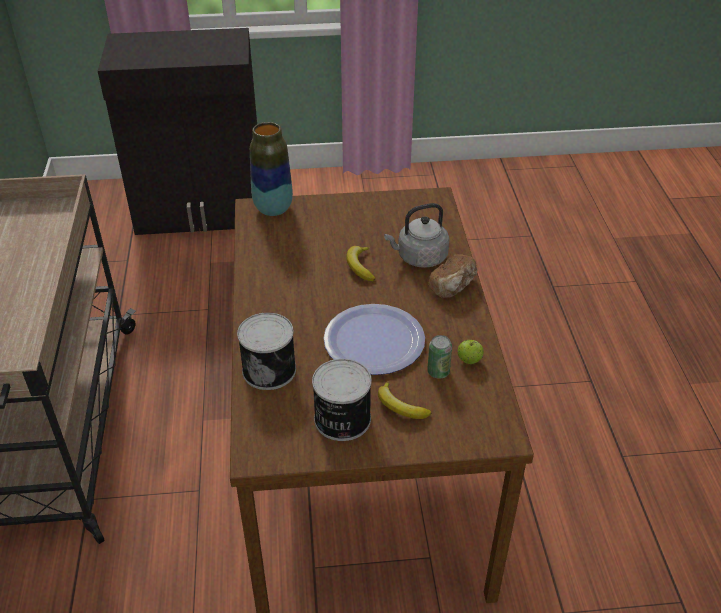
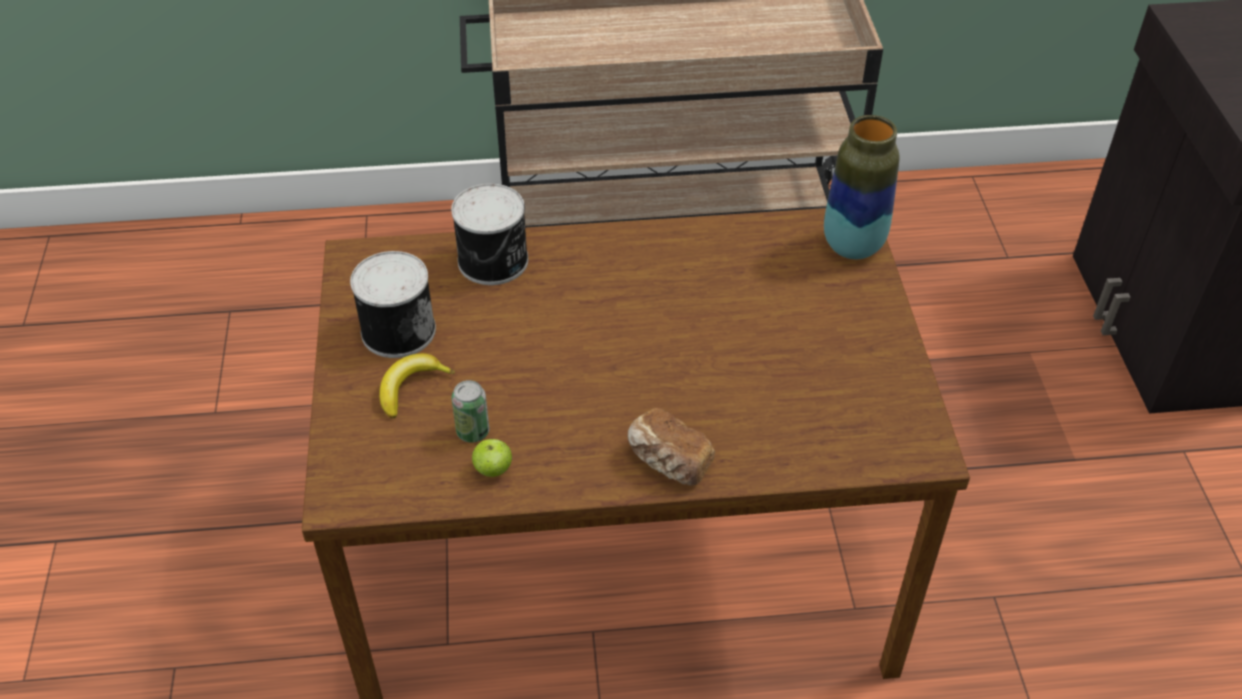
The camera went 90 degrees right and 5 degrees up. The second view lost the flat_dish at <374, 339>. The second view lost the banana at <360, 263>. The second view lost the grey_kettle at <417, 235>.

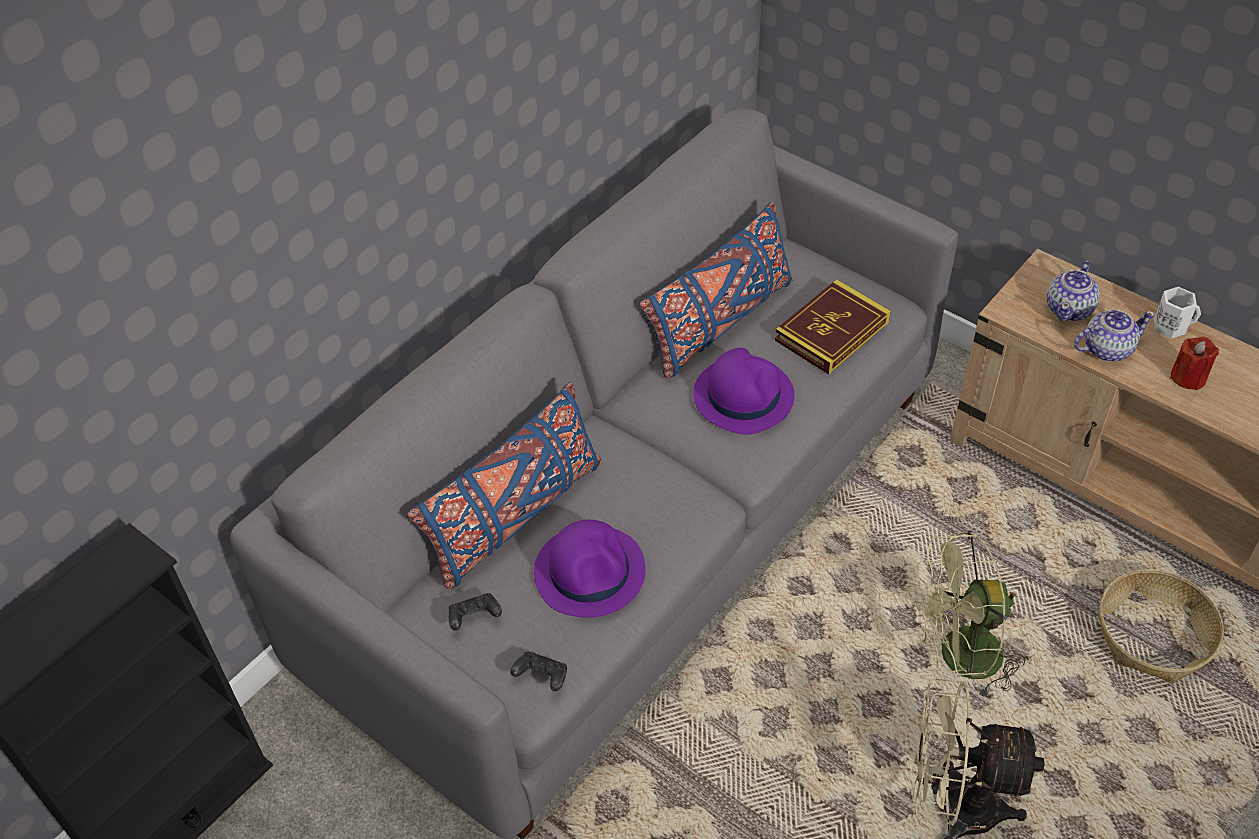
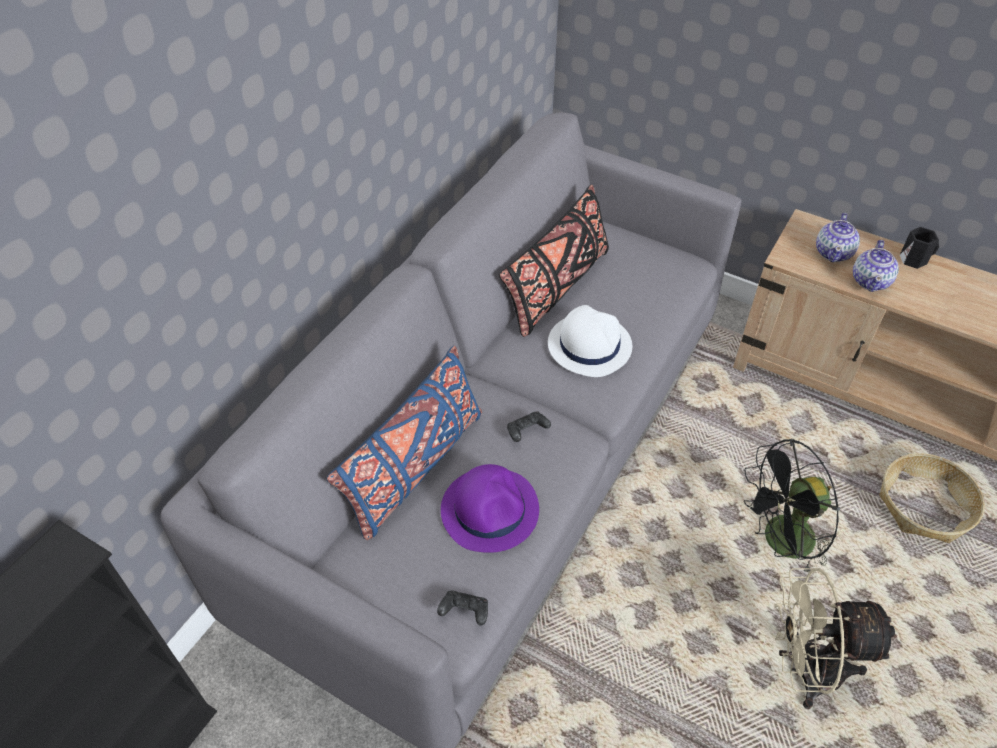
The camera went 10 degrees left and 0 degrees up. What was the blue_cushion at <716, 290> turned into the black-coloured_cushion at <554, 261>. The black-coloured_joypad ended up elsewhere, having gone from <475, 612> to <529, 426>. What was the purple-coloured_wearable_hat at <744, 391> turned into the white-coloured_wearable_hat at <590, 341>. What was the greenish_fan at <969, 615> turned into the black-coloured_fan at <792, 507>. The teapot at <1114, 335> ended up facing another way, 135 degrees clockwise from before. What was the white-coloured_tea_mug at <1177, 313> turned into the black-coloured_tea_mug at <919, 248>. The second view lost the bound_book at <833, 327>. The second view lost the red-coloured_wax_candle at <1194, 363>.

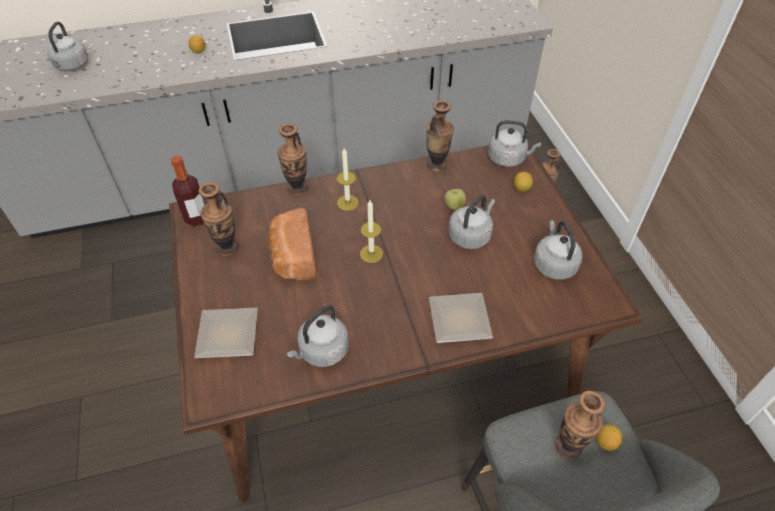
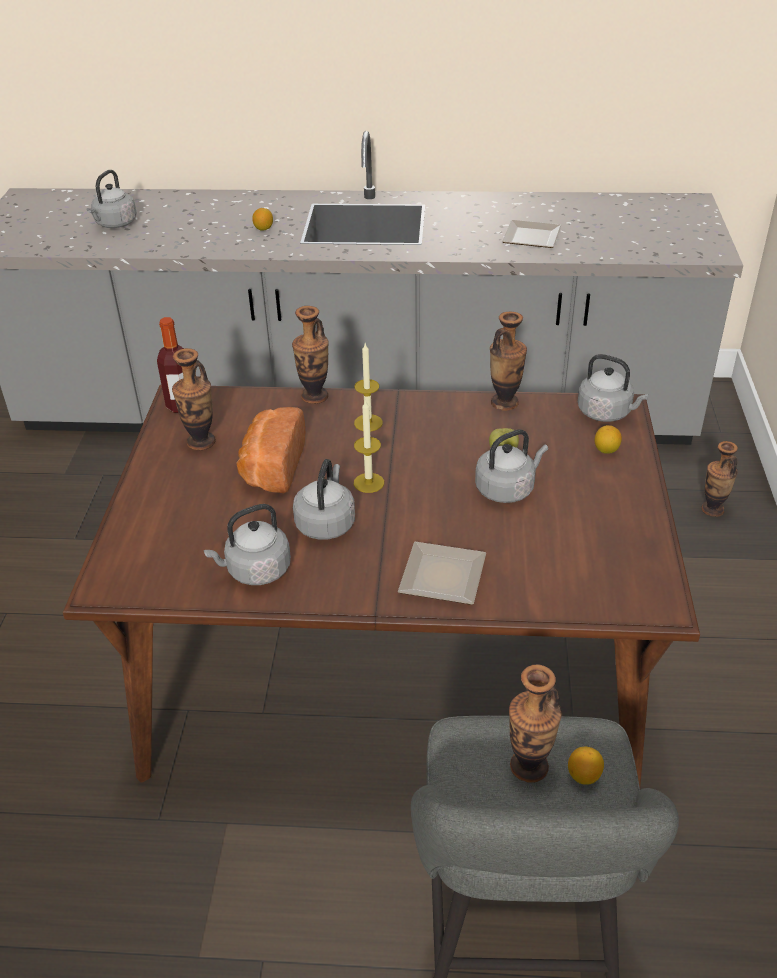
The camera went 20 degrees right and 10 degrees down. The grey_kettle ended up elsewhere, having gone from <558, 250> to <324, 499>. The flat_dish ended up elsewhere, having gone from <226, 333> to <531, 234>.

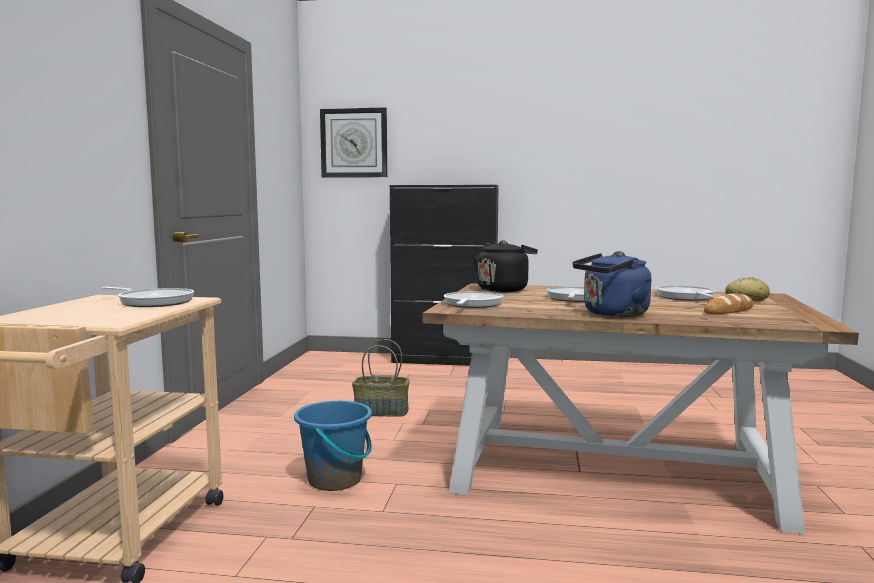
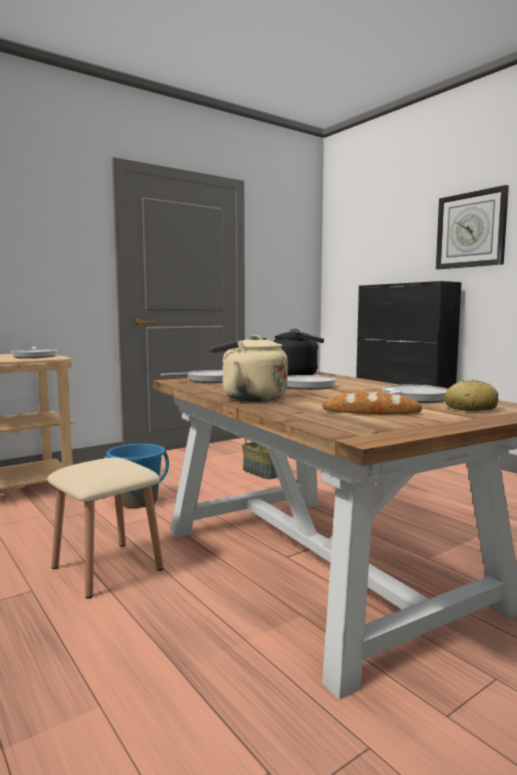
The camera went 45 degrees right and 0 degrees up. The second view gained the beige-coloured_sitting_stool at <105, 528>. What was the blue_kettle at <611, 284> turned into the beige-coloured_kettle at <249, 368>. The hanging_clock ended up elsewhere, having gone from <354, 143> to <472, 227>.

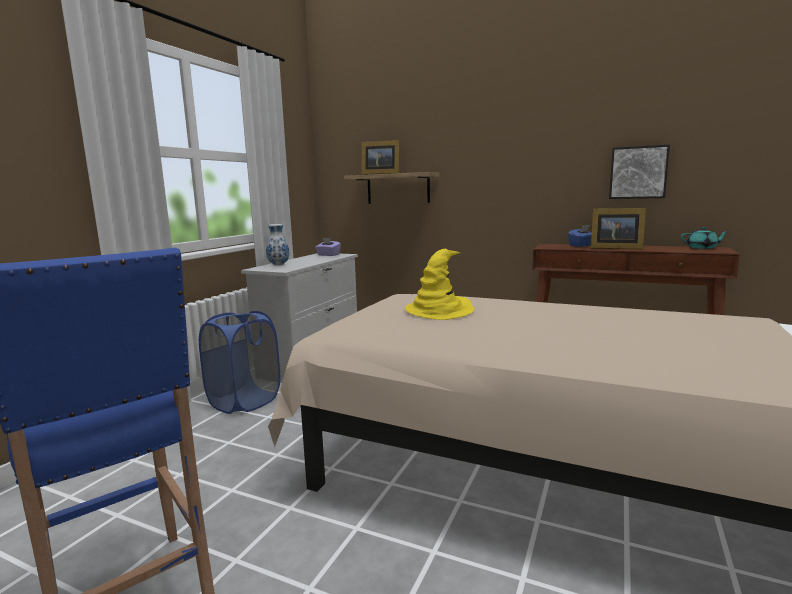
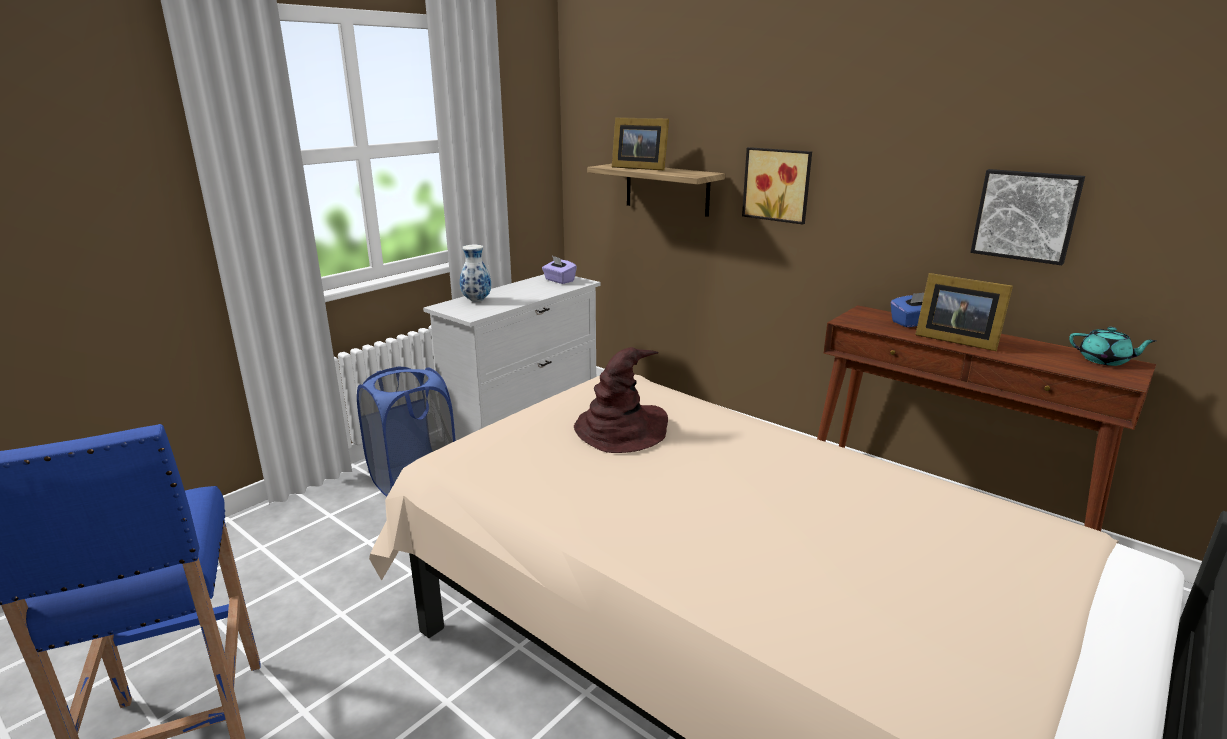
The camera went 15 degrees right and 10 degrees up. What was the yellow_wearable_hat at <439, 284> turned into the brown-coloured_wearable_hat at <621, 400>. The second view gained the picture at <777, 186>.

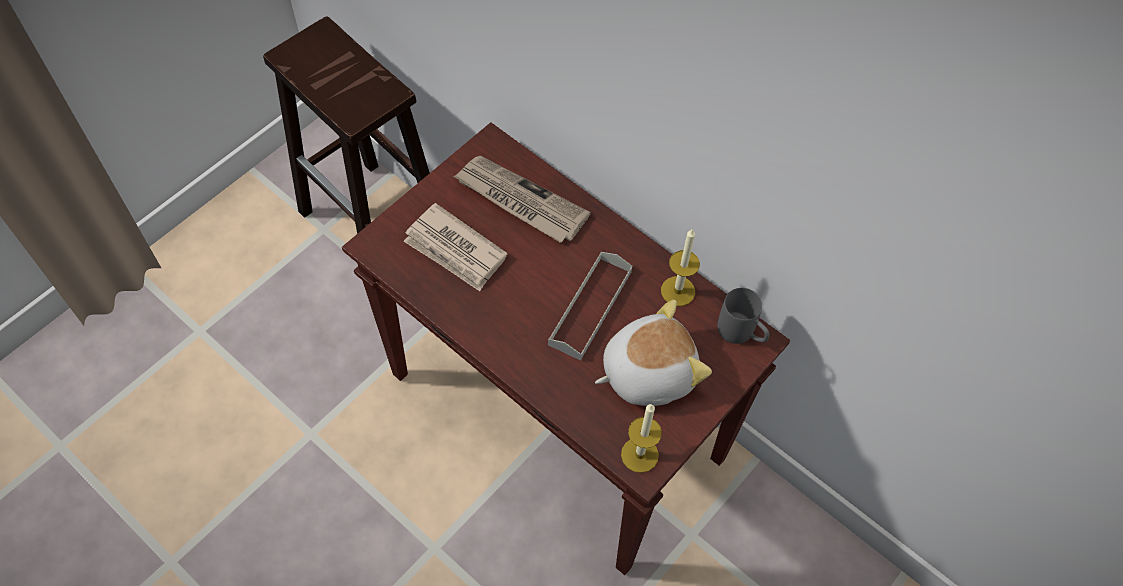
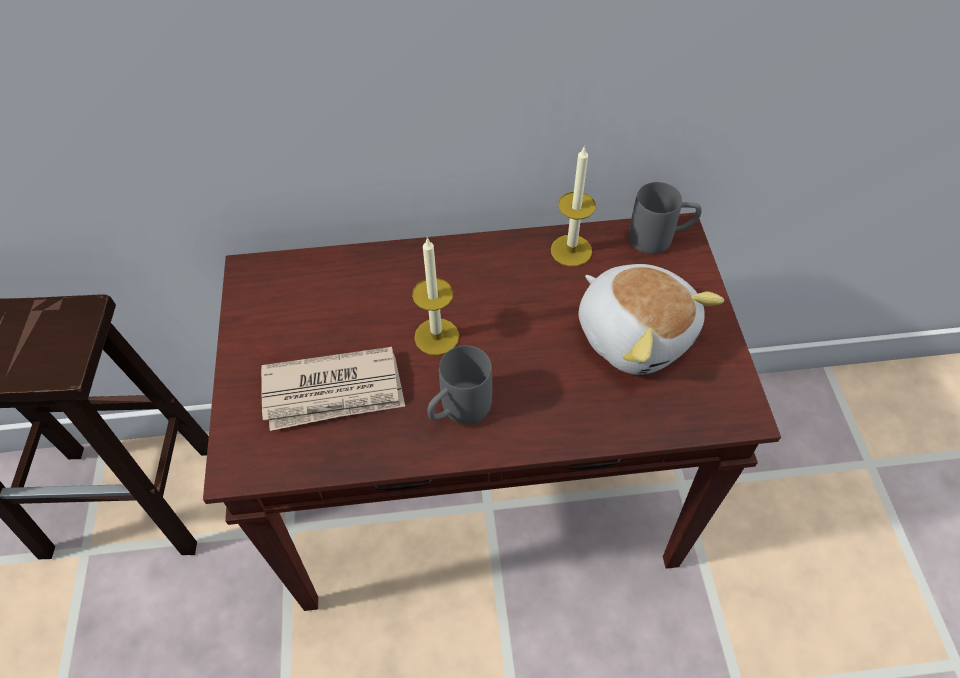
The camera went 45 degrees left and 5 degrees down. The wax_candle ended up elsewhere, having gone from <641, 438> to <435, 296>. The second view gained the grey_tea_mug at <459, 384>. The cuddly_toy at <653, 353> ended up facing another way, 120 degrees clockwise from before. The second view lost the newspaper at <522, 199>. The second view lost the grey_tray at <590, 306>.

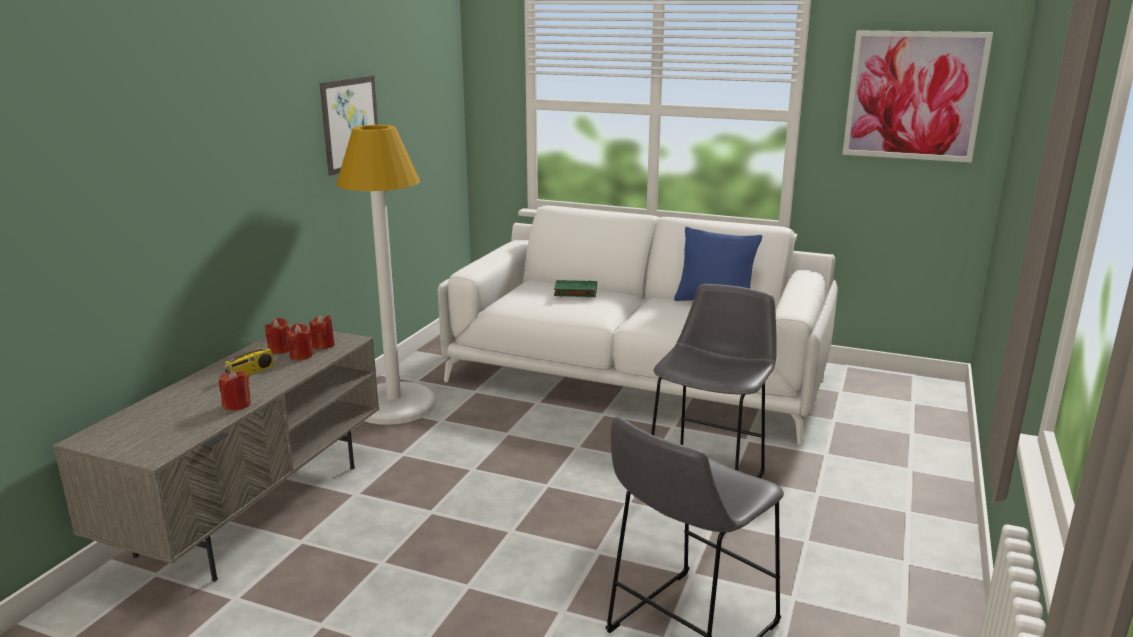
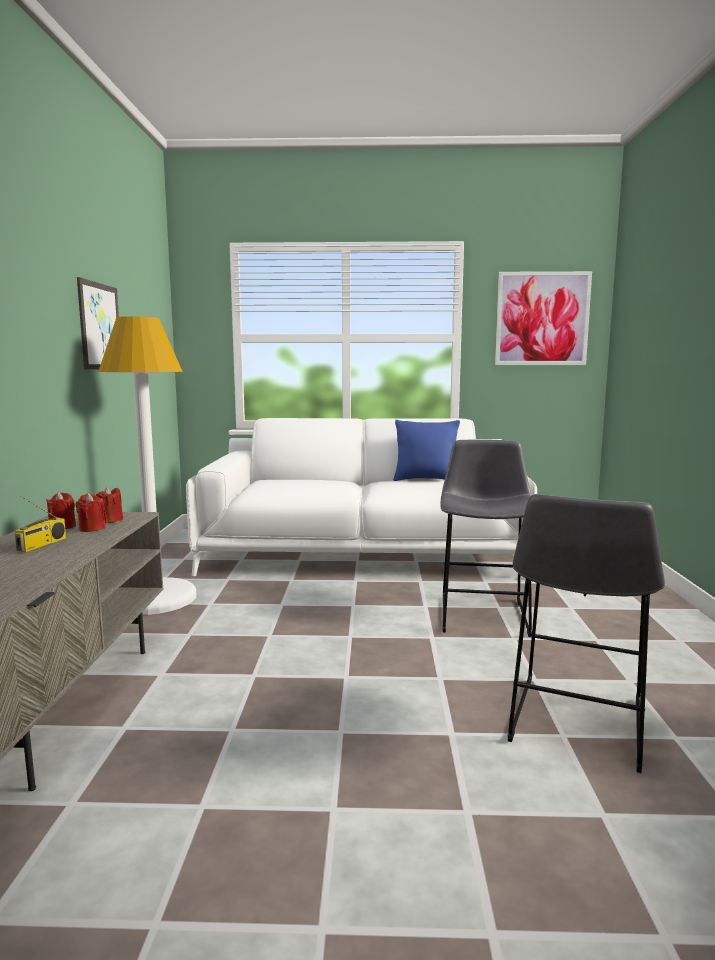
The camera went 20 degrees left and 10 degrees down. The second view lost the red-coloured_wax_candle at <235, 390>. The second view lost the greenish_bound_book at <575, 288>.

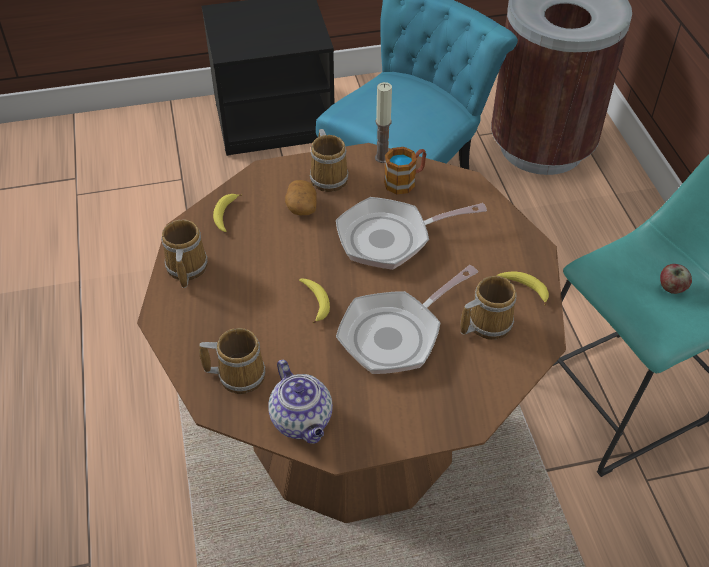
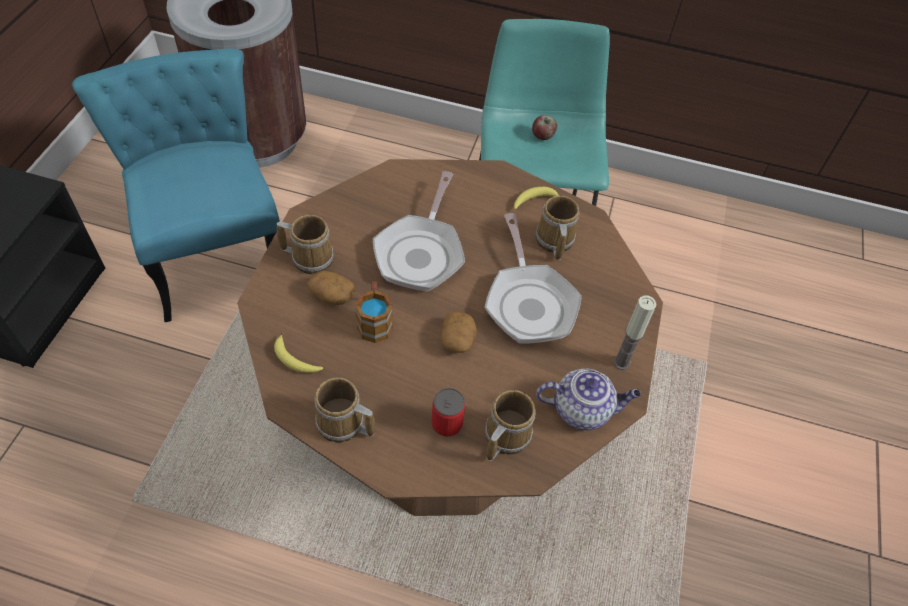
The camera went 65 degrees left and 5 degrees up. The tea_mug ended up elsewhere, having gone from <405, 170> to <374, 312>. The second view gained the can at <448, 412>. Where the banana stood at <314, 301>, the potato came to stand at <459, 332>. The wax_candle ended up elsewhere, having gone from <383, 122> to <634, 333>.

